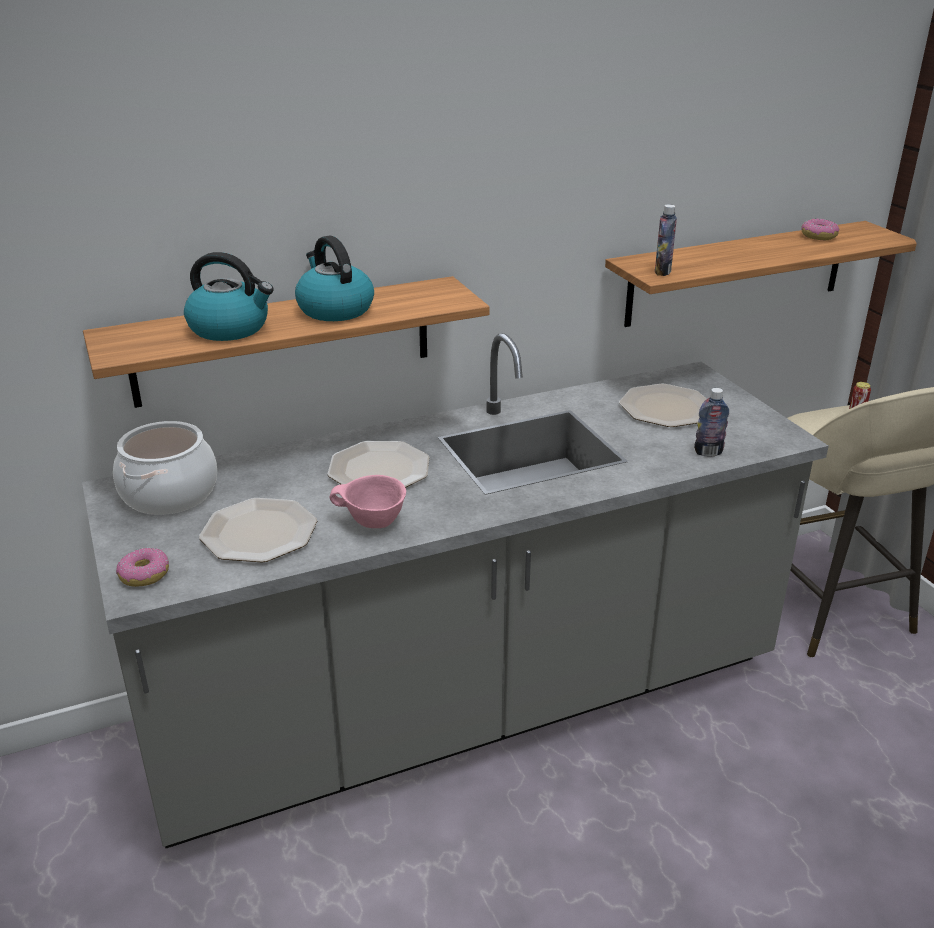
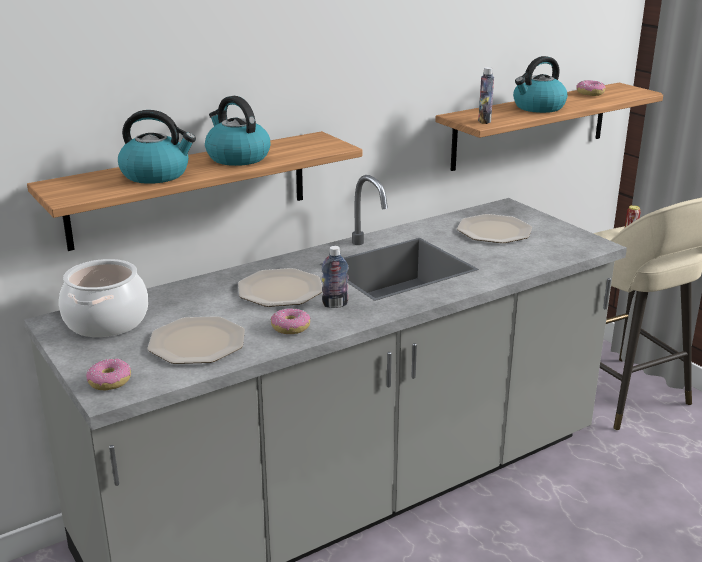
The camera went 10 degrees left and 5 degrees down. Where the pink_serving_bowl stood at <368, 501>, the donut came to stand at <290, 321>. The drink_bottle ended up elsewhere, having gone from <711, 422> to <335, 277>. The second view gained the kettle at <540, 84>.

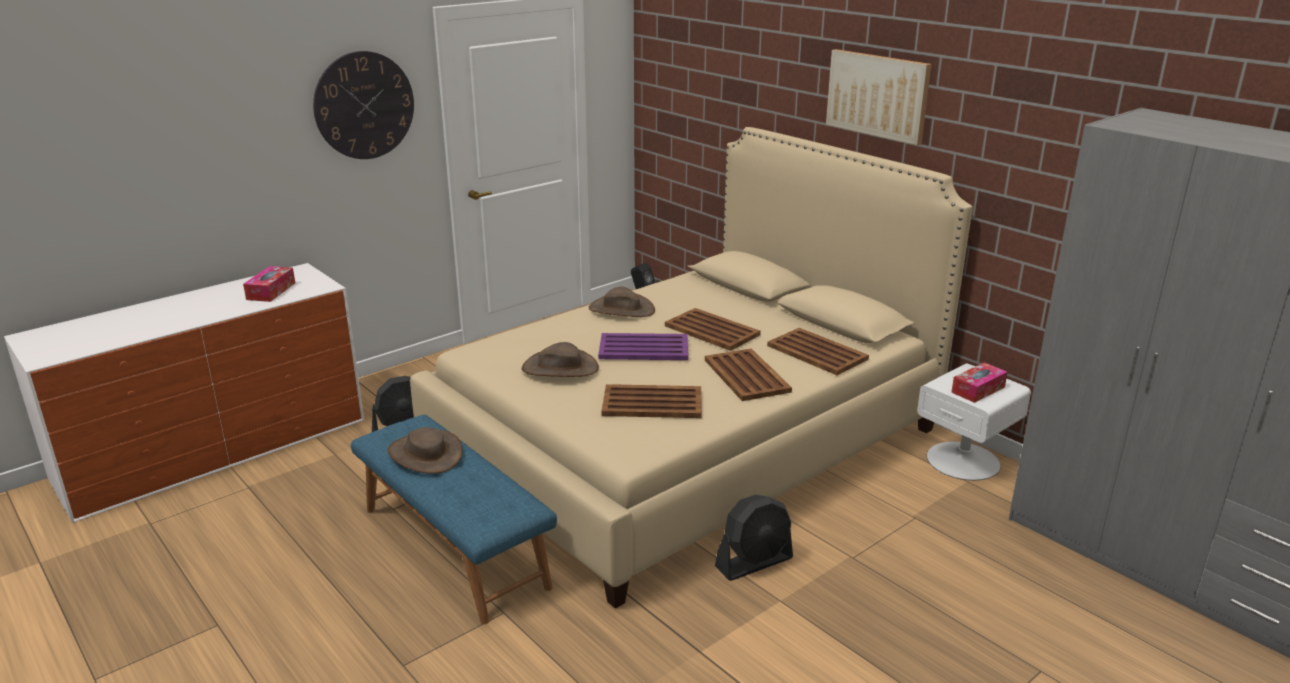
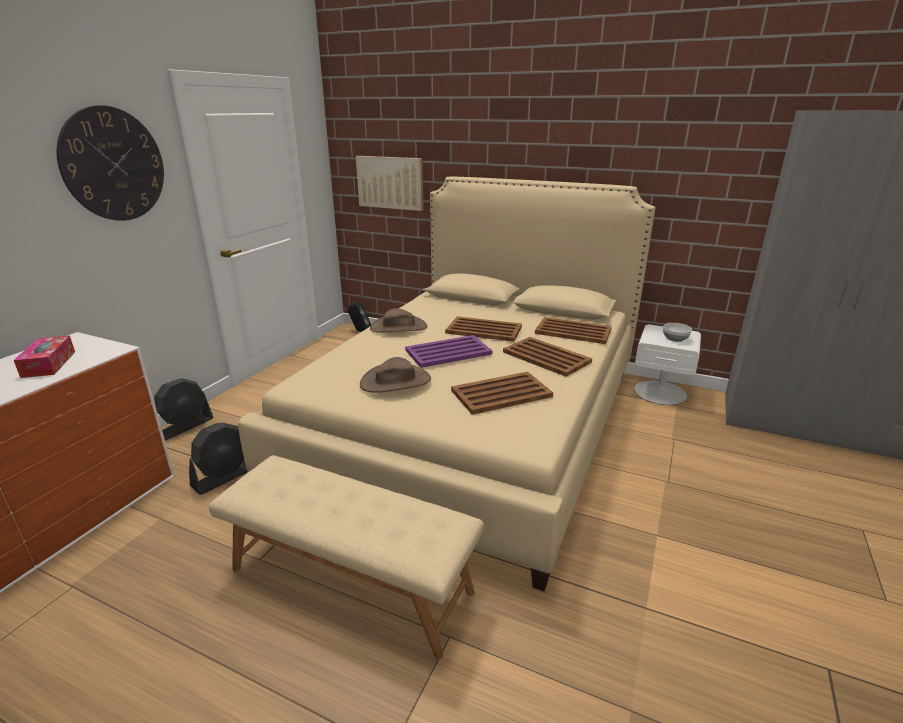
The camera went 25 degrees left and 0 degrees up. The black-coloured_fan ended up elsewhere, having gone from <754, 538> to <183, 409>. What was the blue_bench at <454, 519> turned into the beige-coloured_bench at <346, 557>. The picture ended up elsewhere, having gone from <878, 97> to <390, 183>. Where the box_of_tissues stood at <979, 382>, the serving_bowl came to stand at <677, 332>. The second view lost the brown-coloured_wearable_hat at <425, 450>.

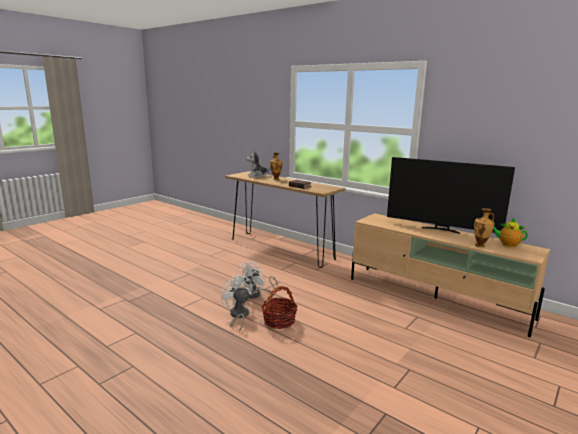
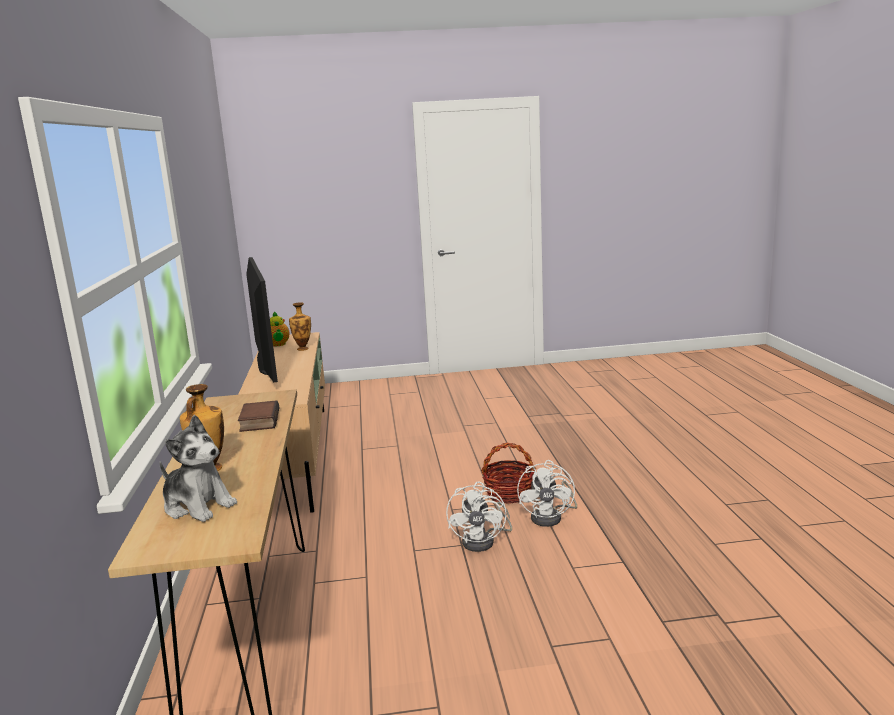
The camera went 135 degrees left and 0 degrees up. The white-coloured_fan at <257, 279> ended up facing another way, 120 degrees clockwise from before.

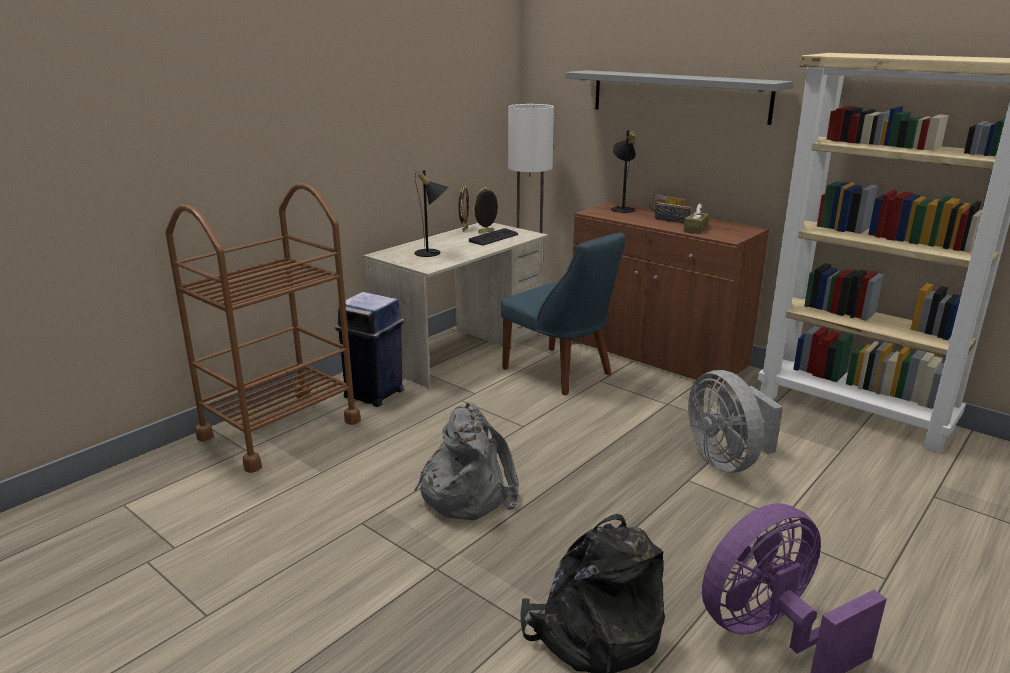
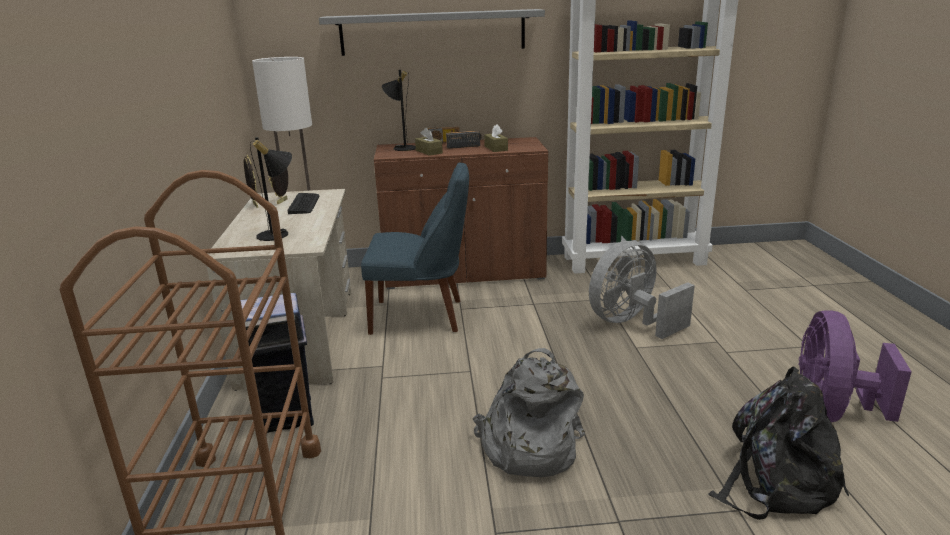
The camera went 45 degrees left and 0 degrees up. The second view gained the brown-coloured_box_of_tissues at <429, 142>. The grey_fan at <735, 421> ended up facing another way, 120 degrees clockwise from before.

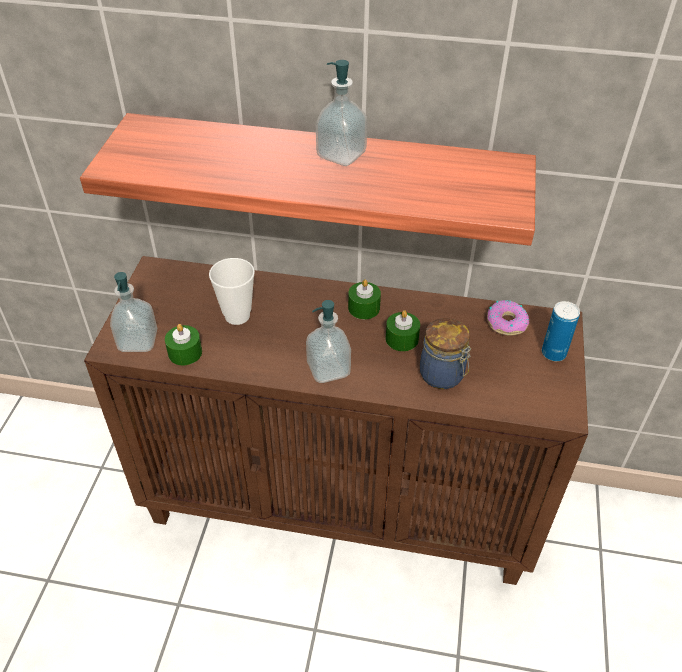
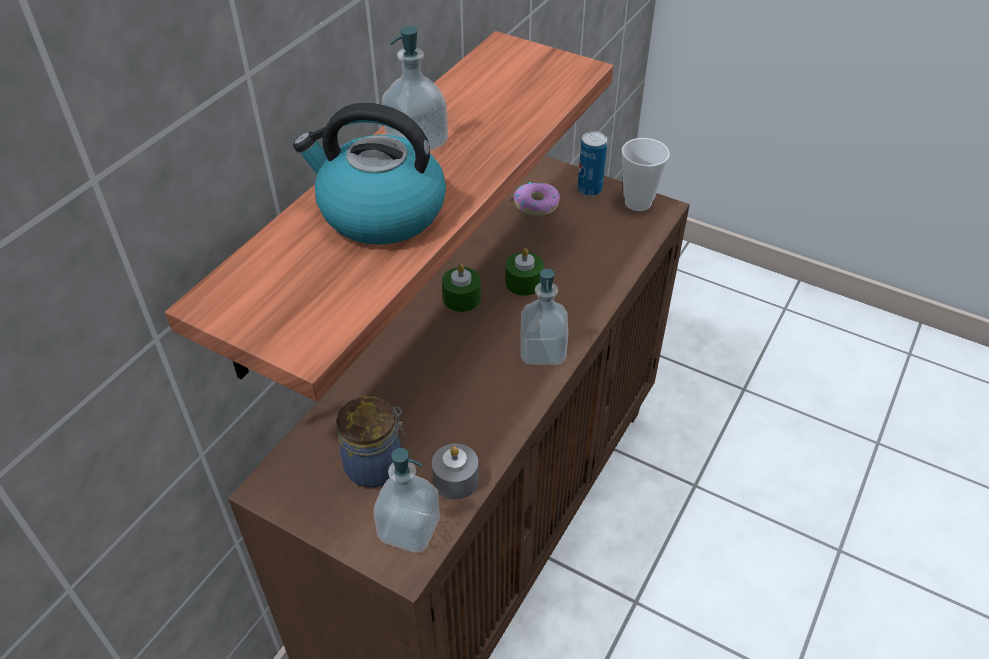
The camera went 70 degrees left and 0 degrees up. The second view gained the kettle at <369, 174>. The storage_jar ended up elsewhere, having gone from <445, 353> to <372, 442>. What was the greenish_wax_candle at <183, 345> turned into the grey_wax_candle at <455, 471>. The drinking_cup ended up elsewhere, having gone from <232, 291> to <645, 174>.

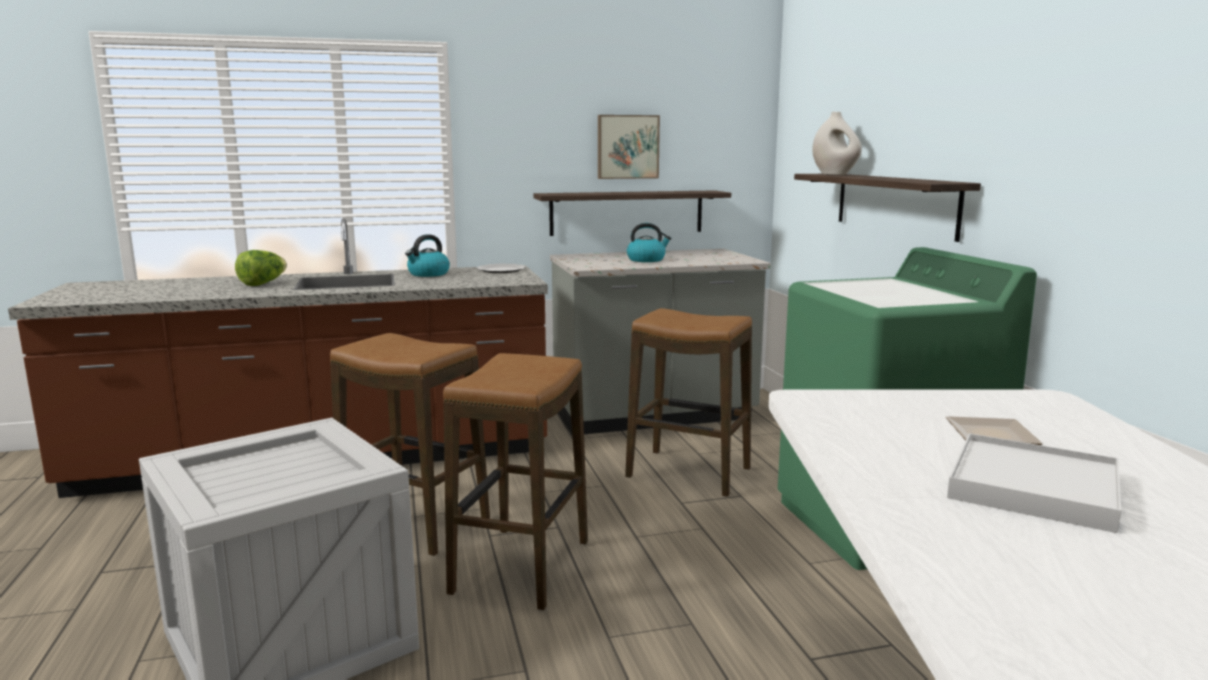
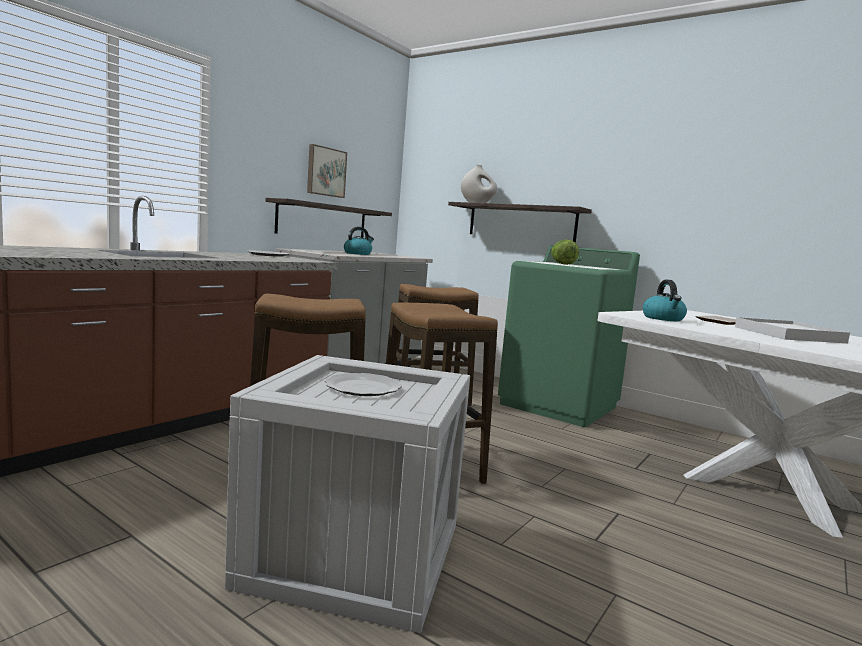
The camera went 40 degrees left and 5 degrees down. The second view gained the flat_dish at <363, 384>. The lettuce_head ended up elsewhere, having gone from <261, 268> to <565, 252>. The kettle ended up elsewhere, having gone from <427, 255> to <665, 300>.

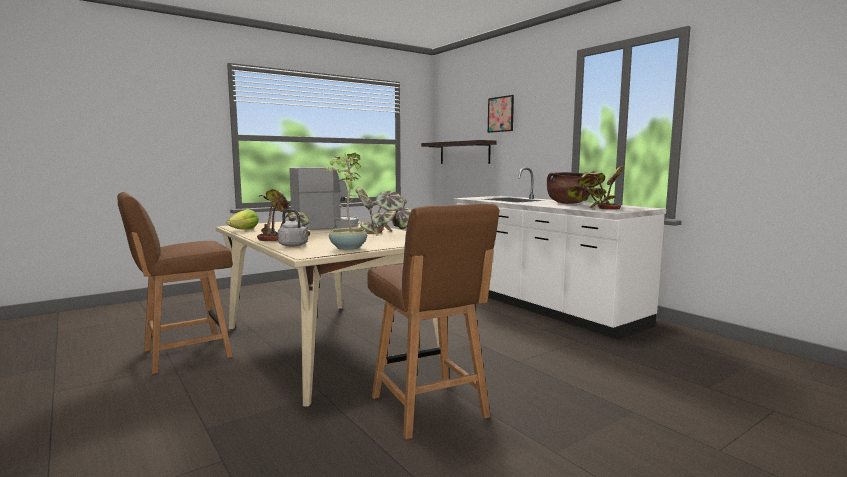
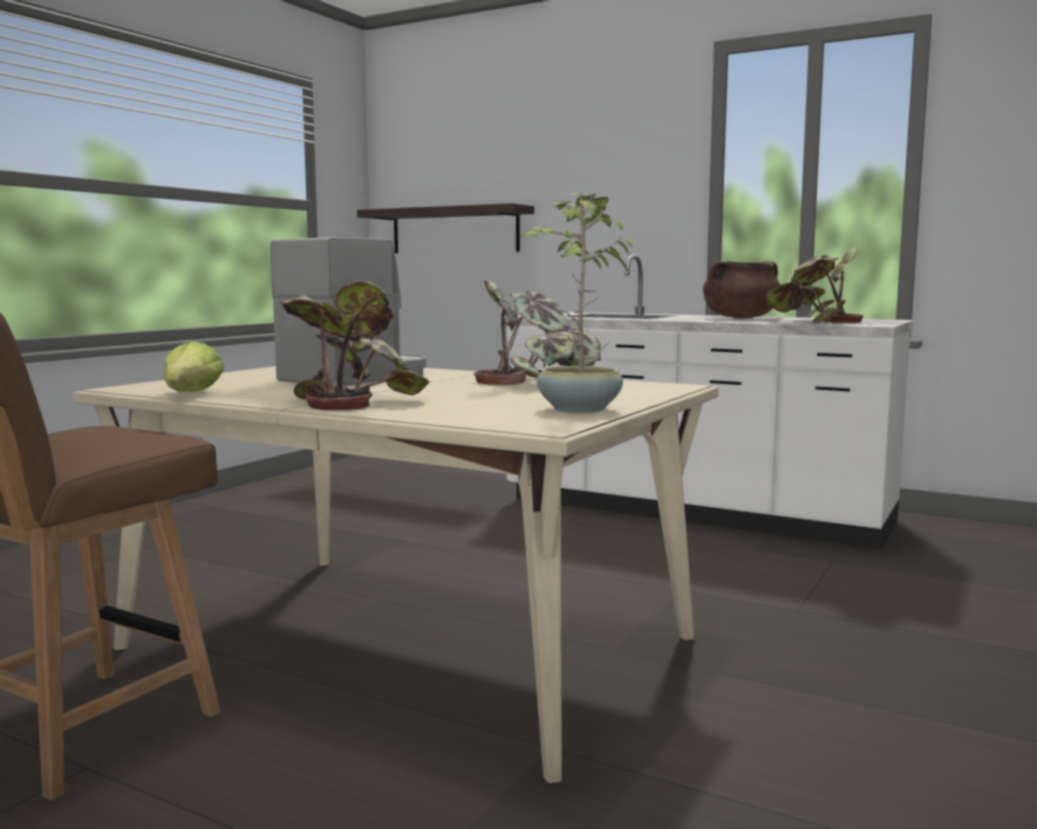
The camera went 25 degrees left and 0 degrees up. The second view lost the grey_kettle at <293, 228>. The second view lost the brown-coloured_plain_chair at <433, 321>. The second view lost the picture at <501, 114>.

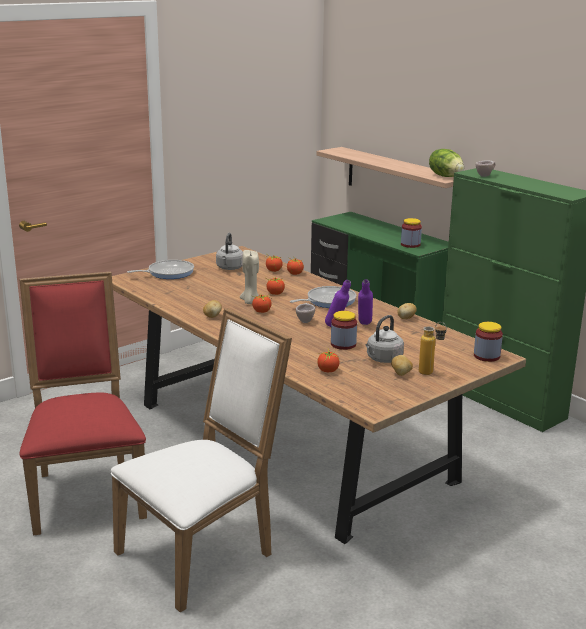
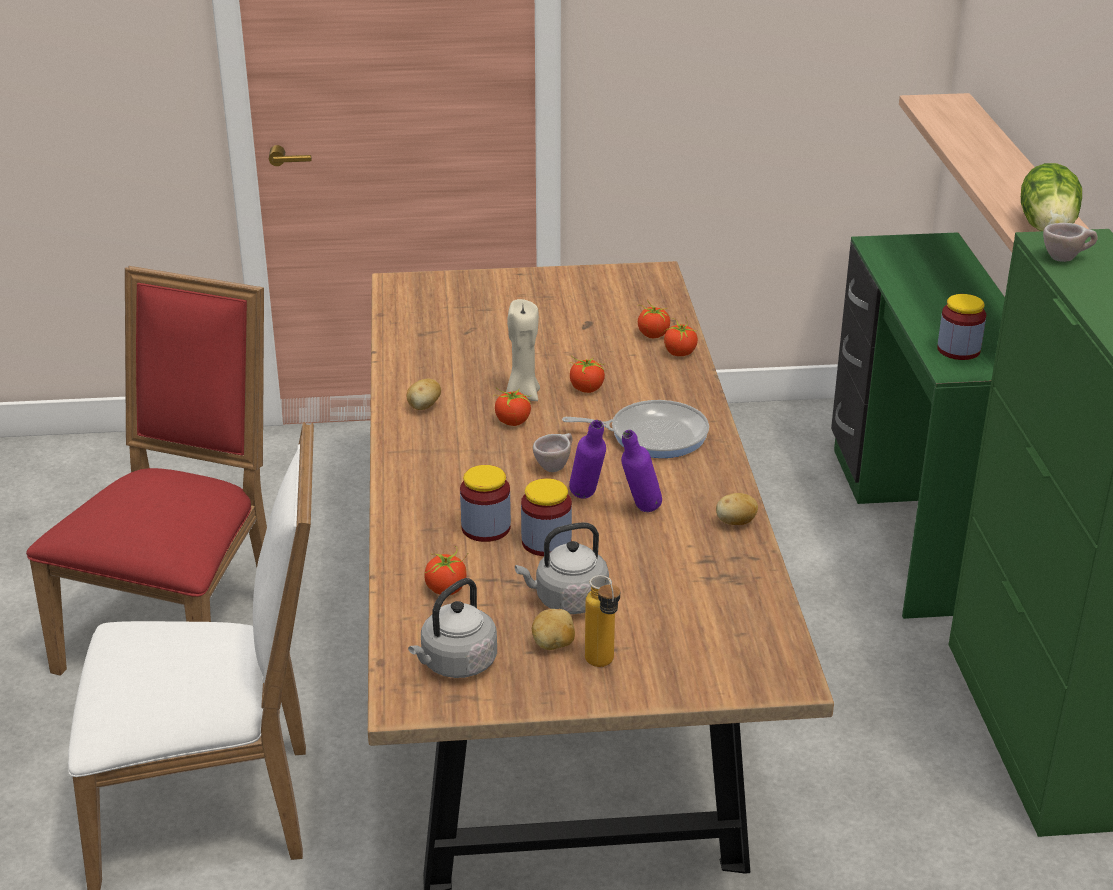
The camera went 35 degrees right and 10 degrees up. The grey_kettle ended up elsewhere, having gone from <229, 251> to <452, 628>. The storage_jar ended up elsewhere, having gone from <488, 342> to <485, 503>. The second view lost the frying_pan at <160, 269>.

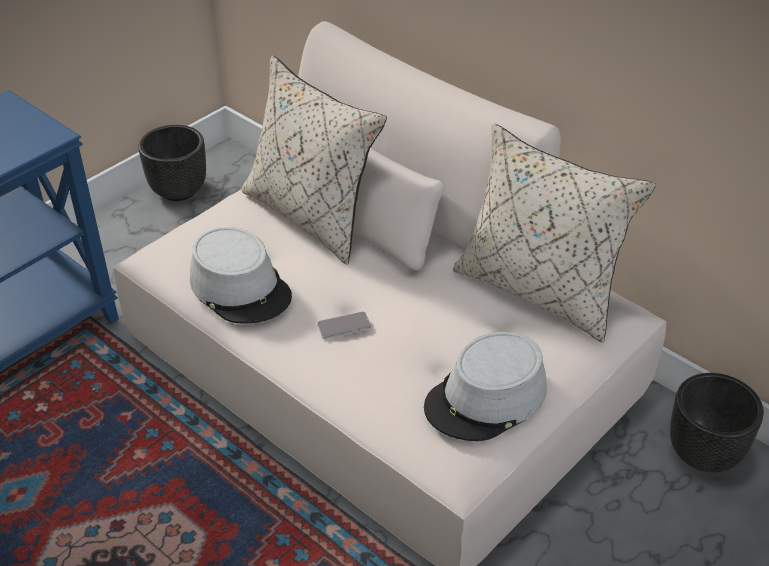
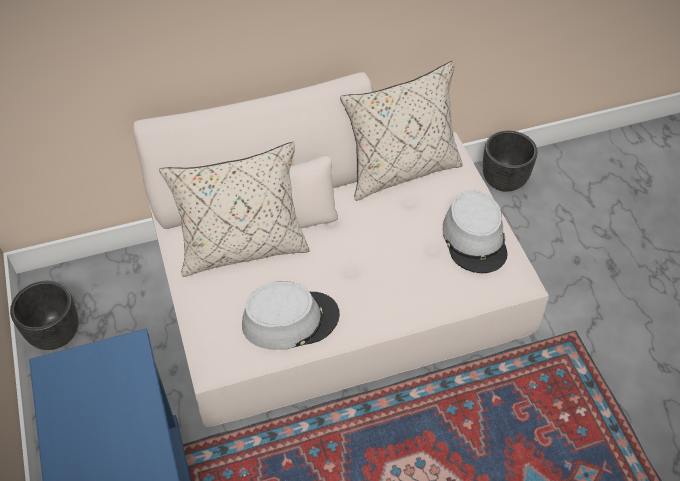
The camera went 60 degrees left and 10 degrees up. The second view lost the telephone at <344, 325>.

